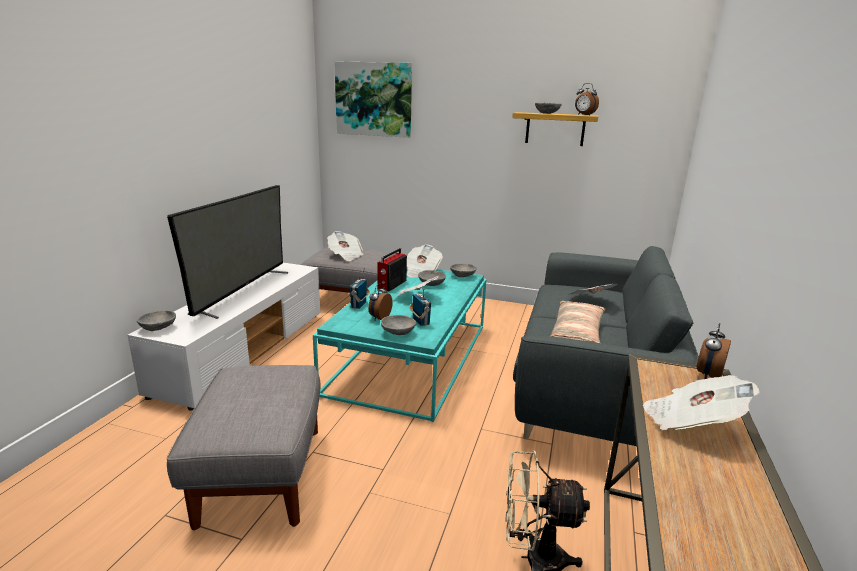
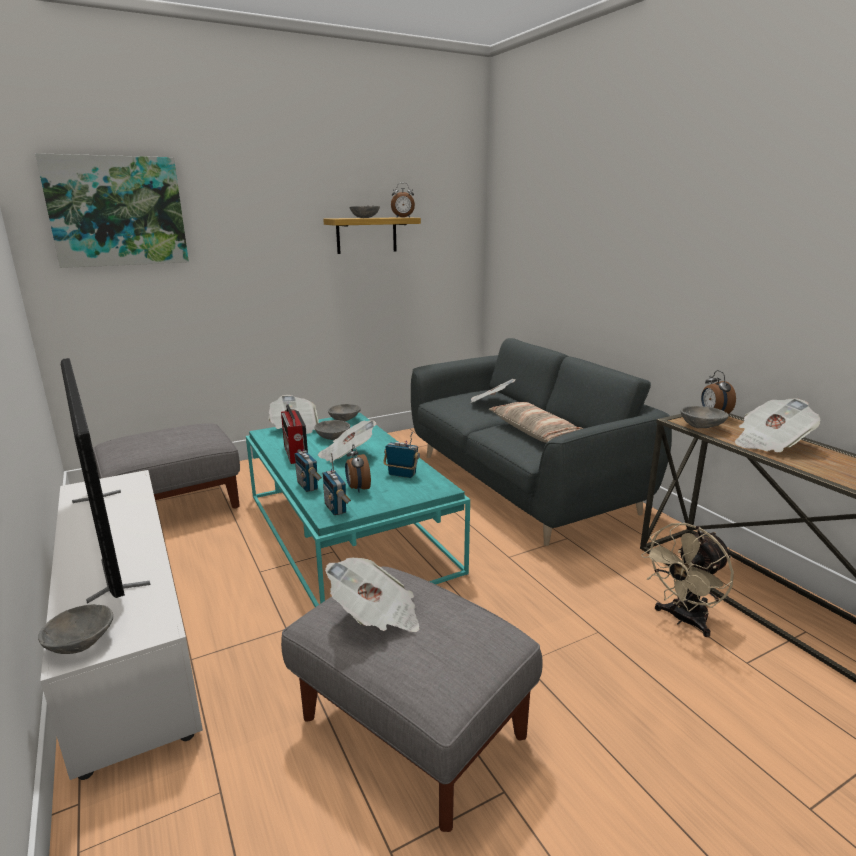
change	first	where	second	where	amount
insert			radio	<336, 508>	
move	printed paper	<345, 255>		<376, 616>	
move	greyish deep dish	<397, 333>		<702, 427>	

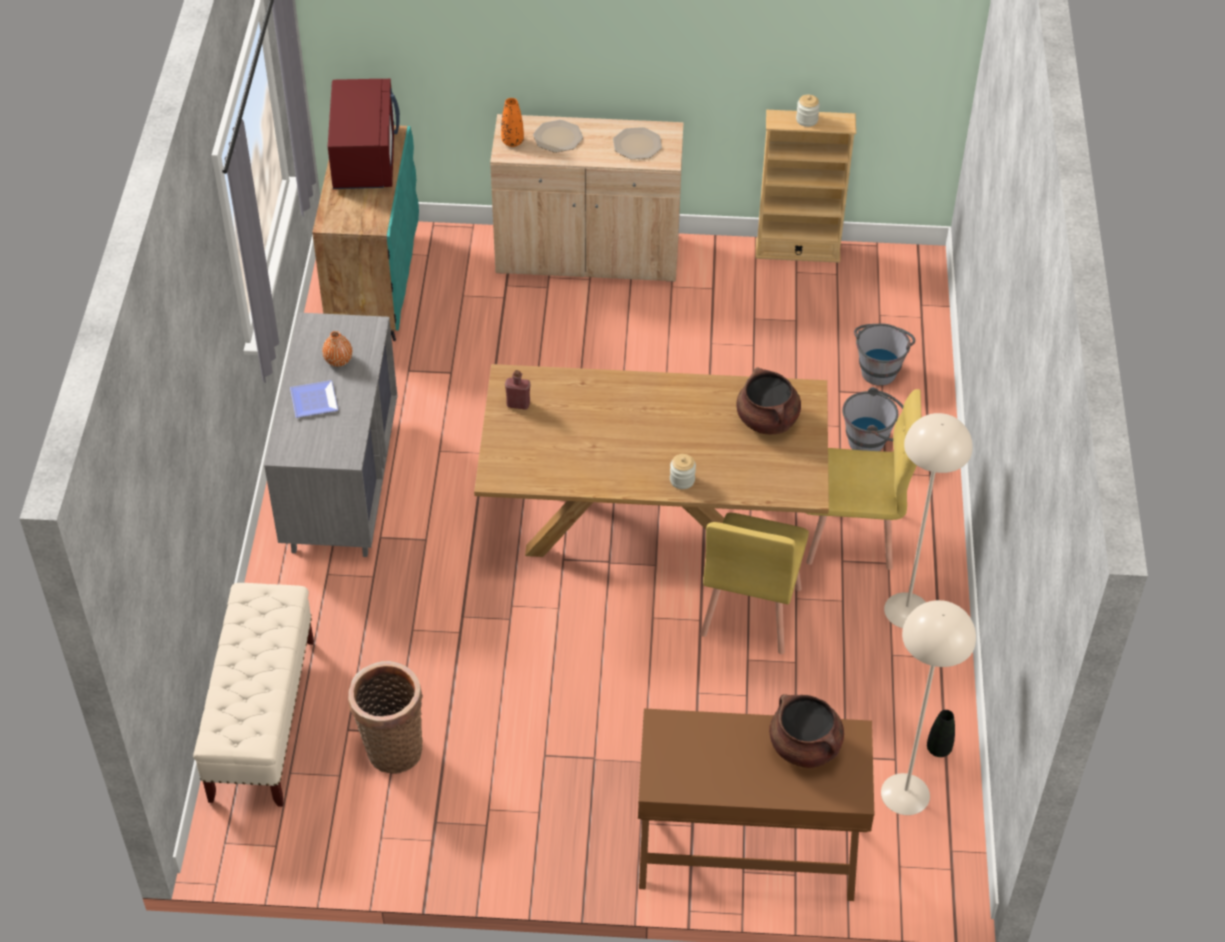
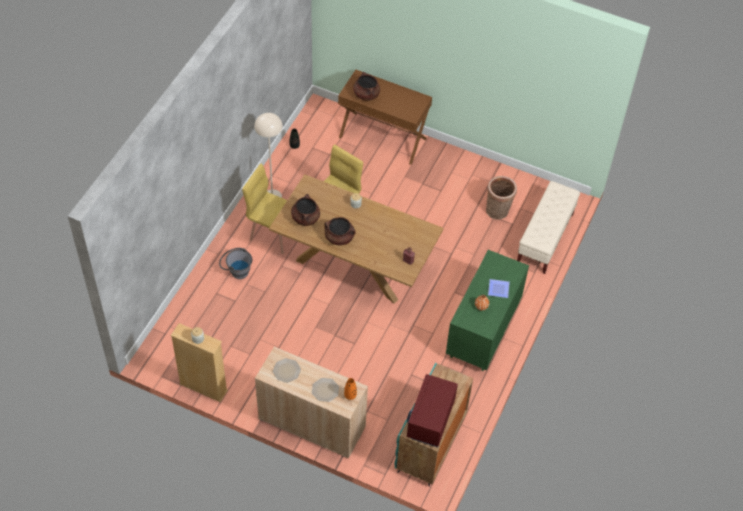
change	first	where	second	where	amount
insert			brown-coloured stockpot	<339, 238>	
recolor	greyish drawer chest	<342, 484>	green drawer chest	<483, 331>	
delete	greyish bucket	<879, 367>			
delete	sand-coloured floor lamp	<905, 794>			

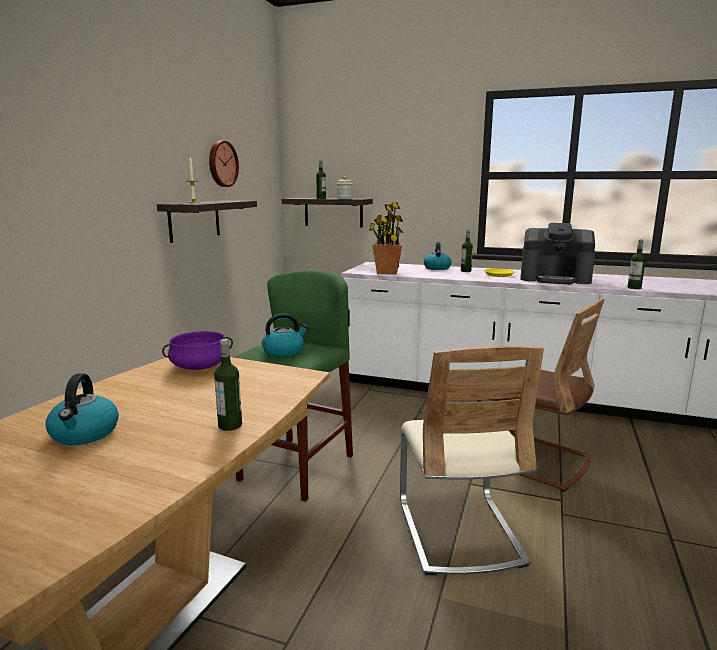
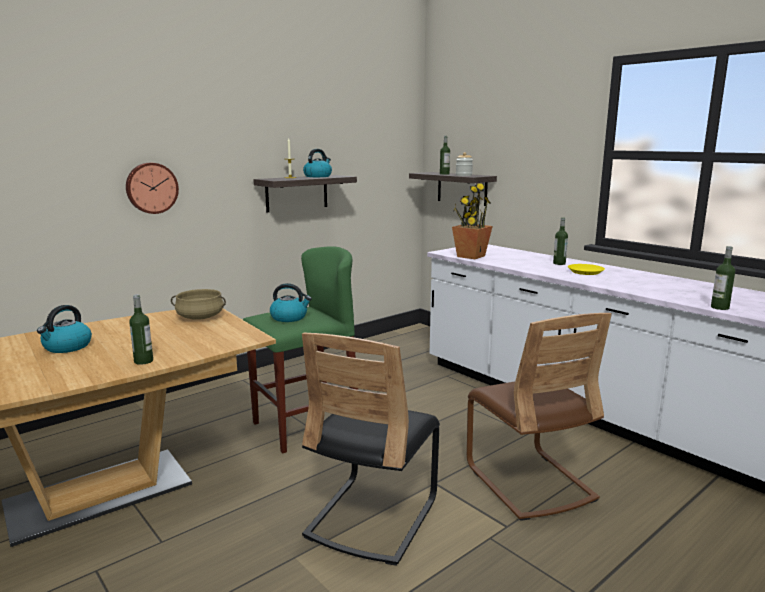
change	first	where	second	where	amount
move	clock on the wall	<222, 164>		<151, 188>	
recolor	purple-coloured stockpot	<199, 367>	sand-coloured stockpot	<200, 317>	
recolor	sand-coloured upright chair	<458, 531>	black upright chair	<372, 517>	
move	tea kettle	<437, 268>		<318, 176>	
delete	coffee brewer	<555, 279>			

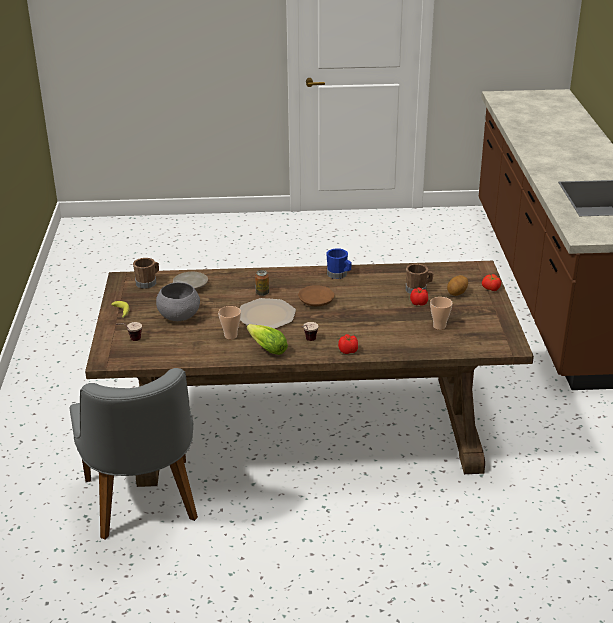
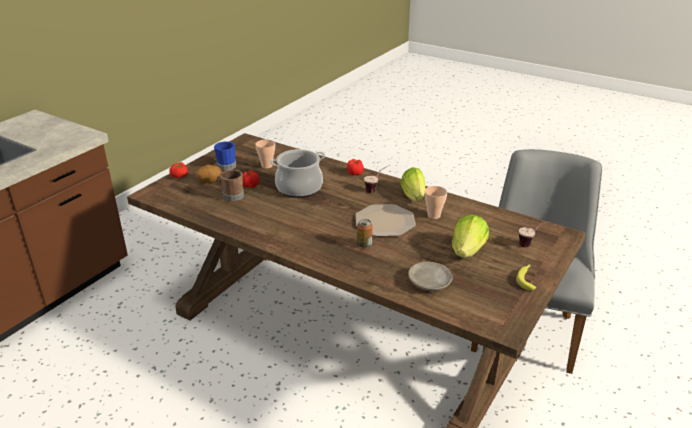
change	first	where	second	where	amount
move	bluish tea mug	<339, 275>		<226, 165>	
insert			stockpot	<299, 188>	
replace	greyish deep dish	<178, 317>	lettuce head	<468, 251>	
delete	brown-coloured tea mug	<148, 282>			
delete	brown-coloured plate	<316, 301>			

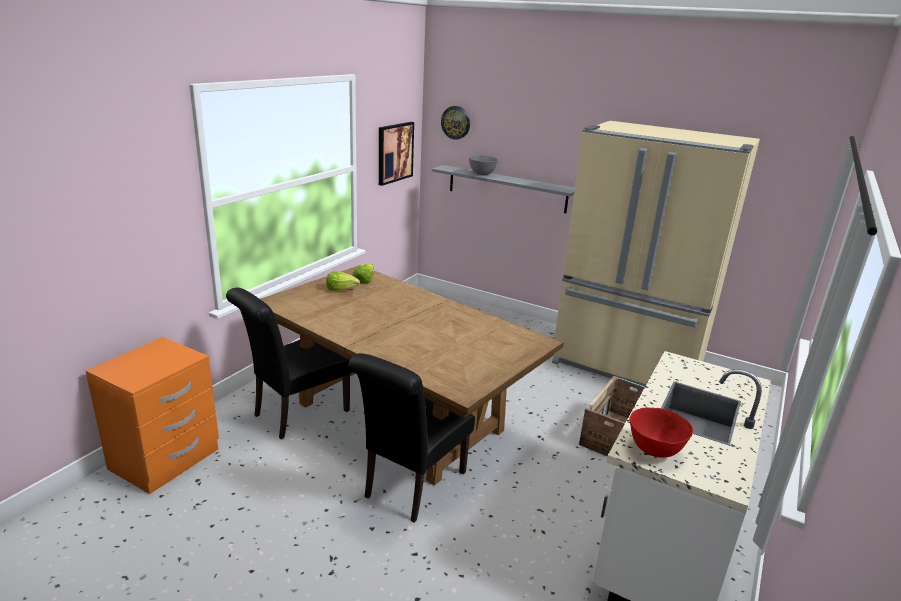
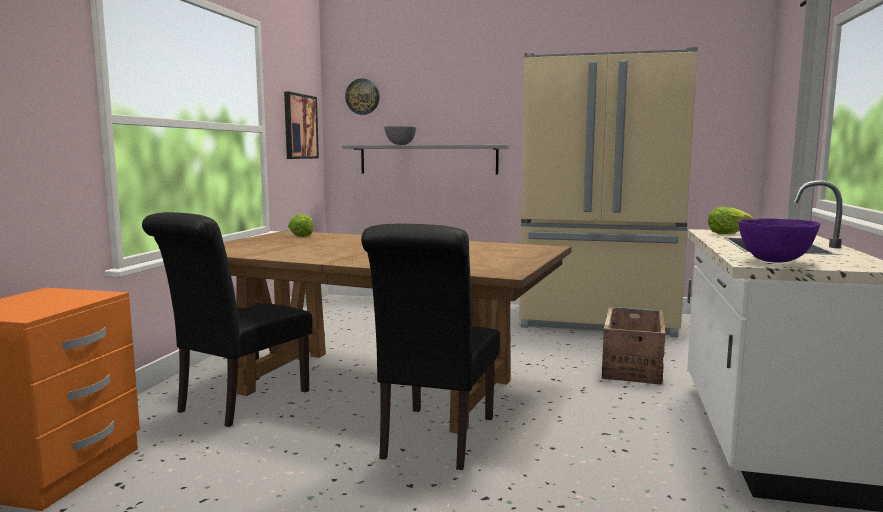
change	first	where	second	where	amount
move	lettuce head	<341, 289>		<728, 233>	
recolor	red deep dish	<654, 450>	purple-coloured deep dish	<774, 261>	

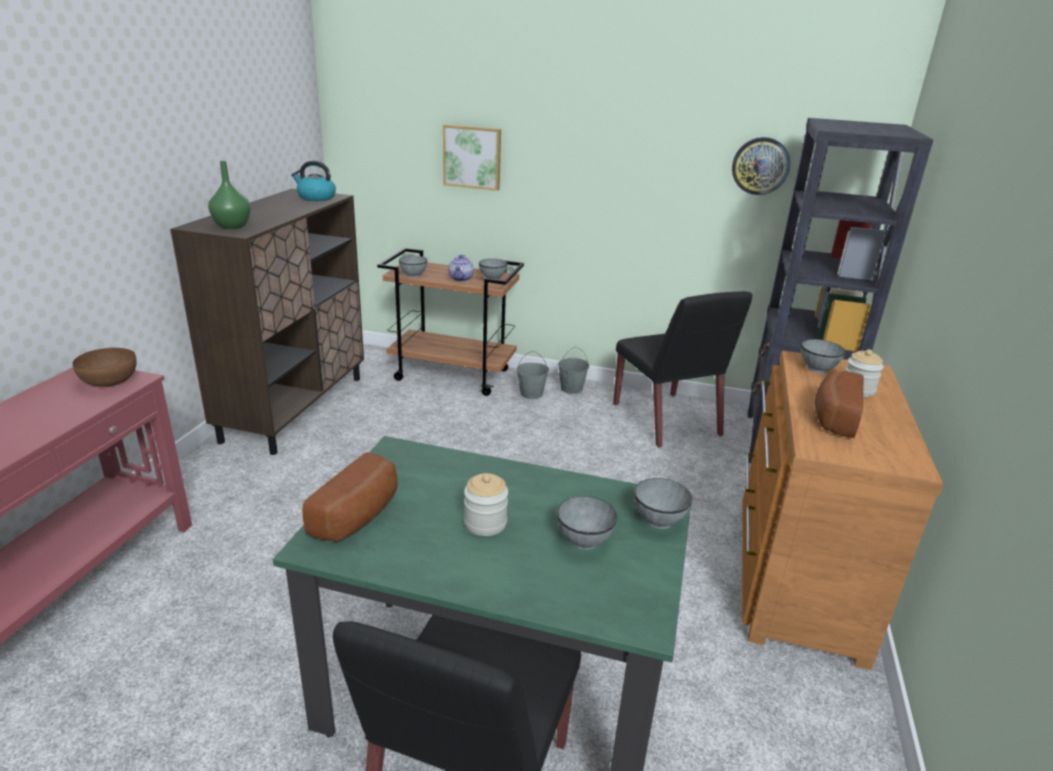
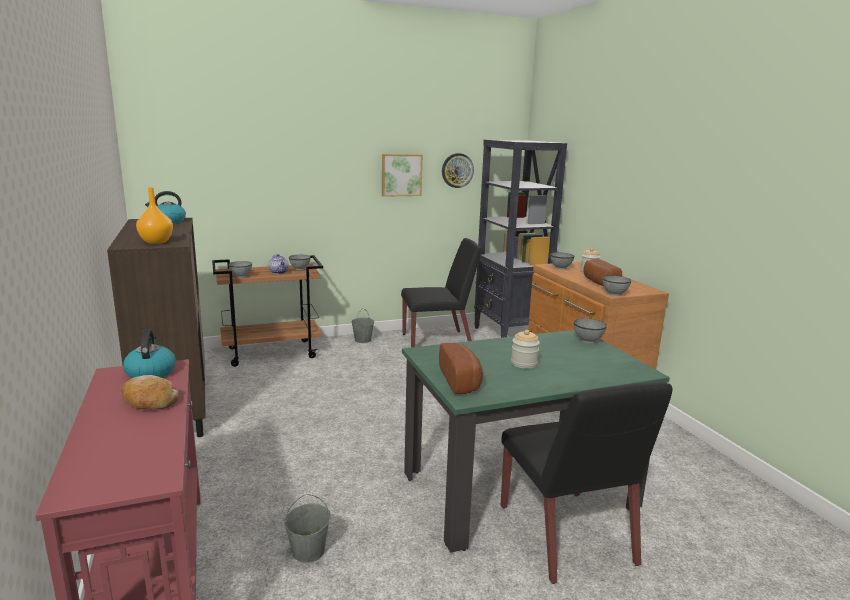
change	first	where	second	where	amount
insert			baked bread	<149, 401>	
replace	brown-coloured deep dish	<109, 381>	tea kettle	<150, 372>	
recolor	green decorative vase	<231, 226>	orange decorative vase	<156, 242>	
move	greyish bucket	<531, 394>		<308, 551>	
move	wall art	<472, 157>		<401, 175>	
rotate	black upright chair	<667, 420>		<437, 341>	45 degrees counterclockwise
move	greyish deep dish	<584, 541>		<615, 294>	

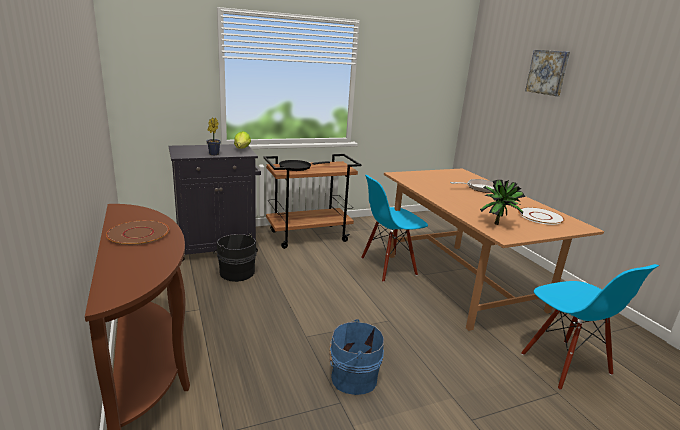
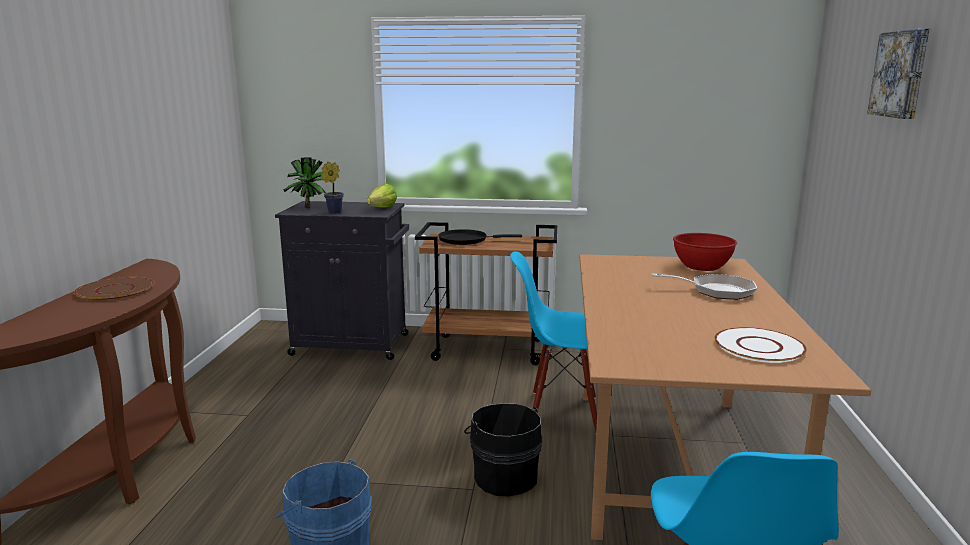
change	first	where	second	where	amount
move	potted plant	<497, 223>		<311, 207>	
move	black bucket	<236, 272>		<504, 476>	
insert			red deep dish	<702, 266>	

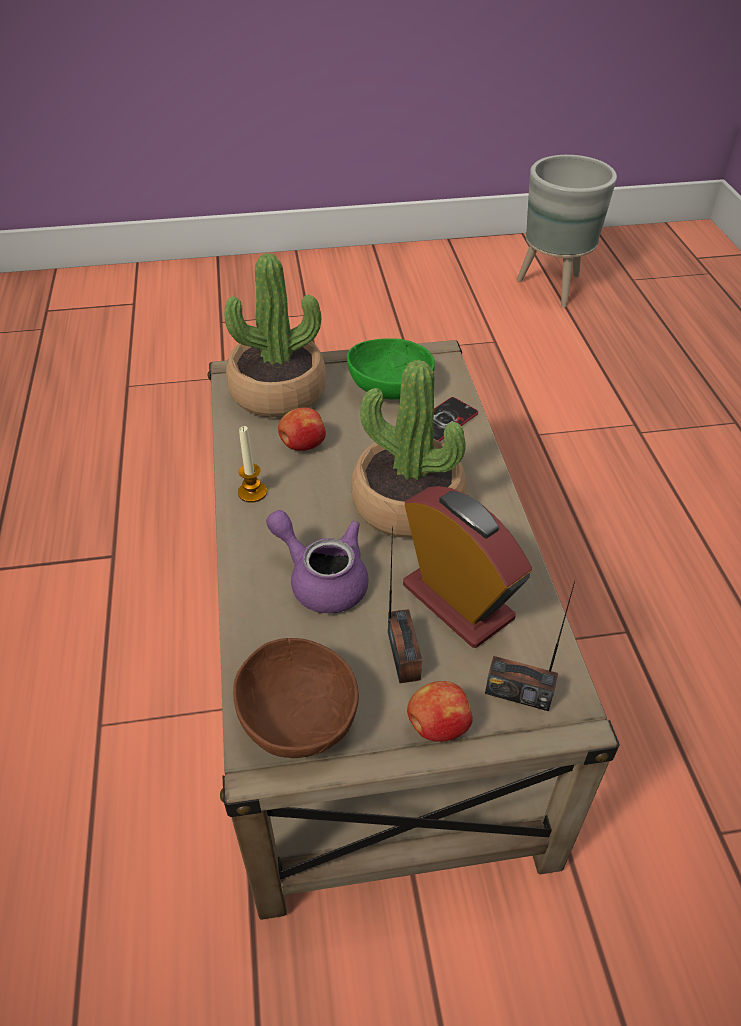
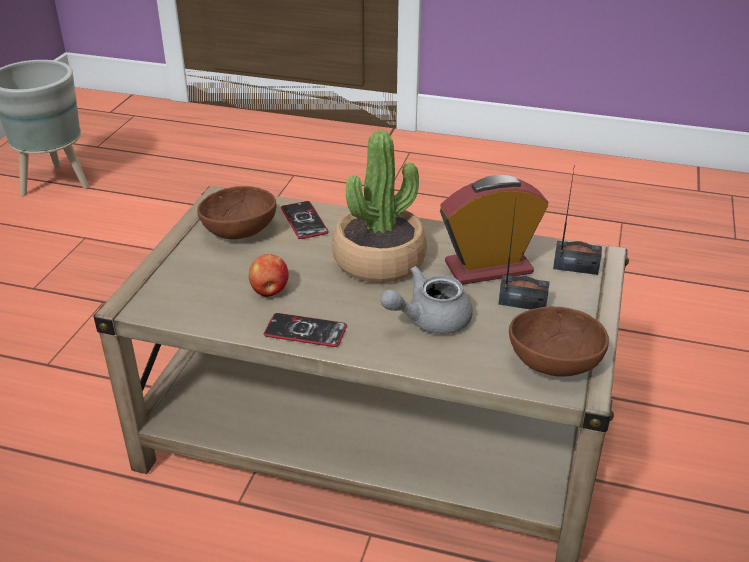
change	first	where	second	where	amount
recolor	green deep dish	<390, 387>	brown-coloured deep dish	<238, 230>	
replace	wax candle	<252, 492>	handset	<305, 331>	
recolor	purple-coloured teapot	<322, 579>	greyish teapot	<429, 320>	
rotate	radio	<518, 692>		<575, 268>	120 degrees counterclockwise
delete	potted plant	<278, 392>			
delete	whole apple	<437, 726>			

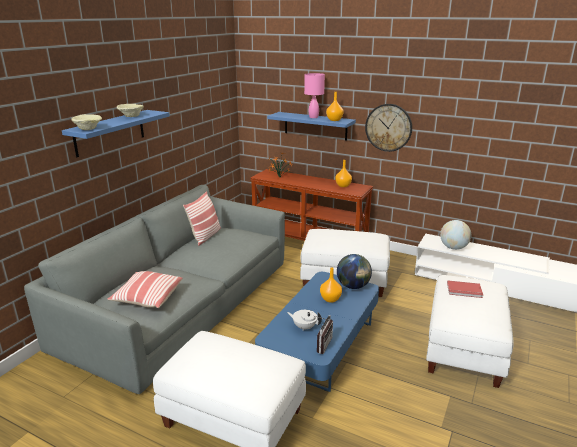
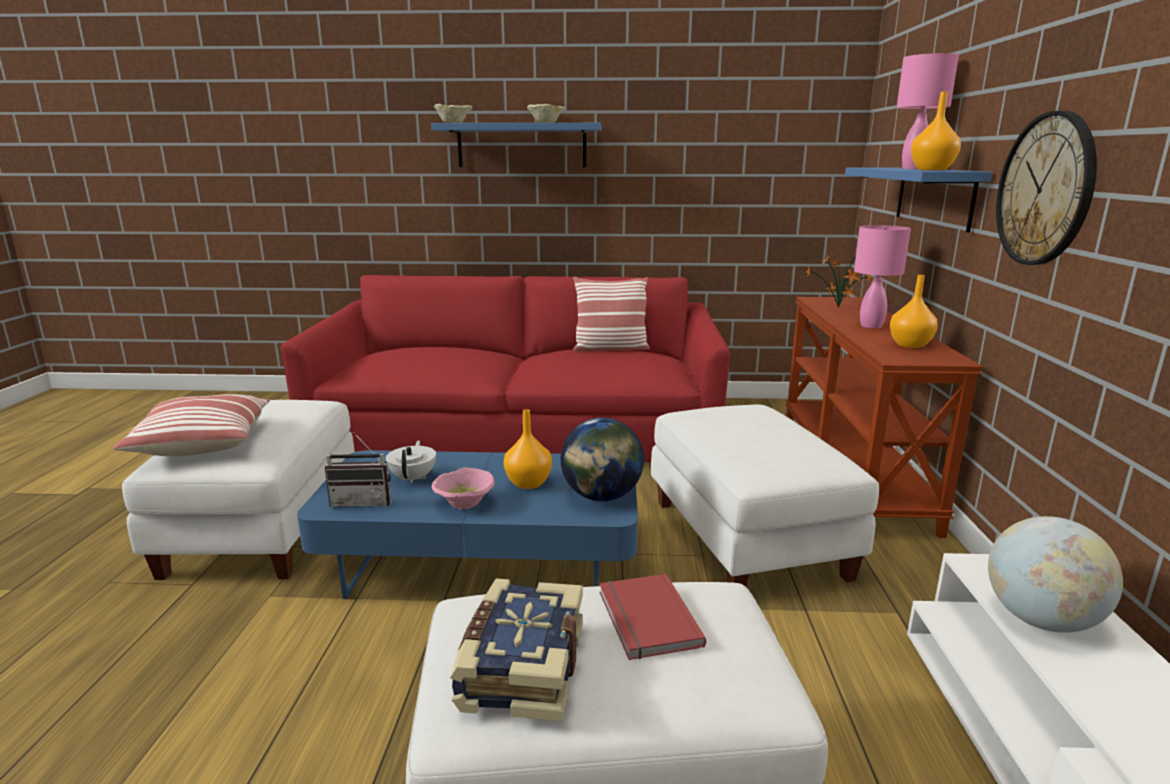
change	first	where	second	where	amount
move	cushion	<147, 298>		<202, 442>	
recolor	greyish sofa	<180, 303>	red sofa	<520, 427>	
insert			pinkish deep dish	<463, 504>	
insert			book	<520, 667>	
insert			pinkish table lamp	<870, 326>	

